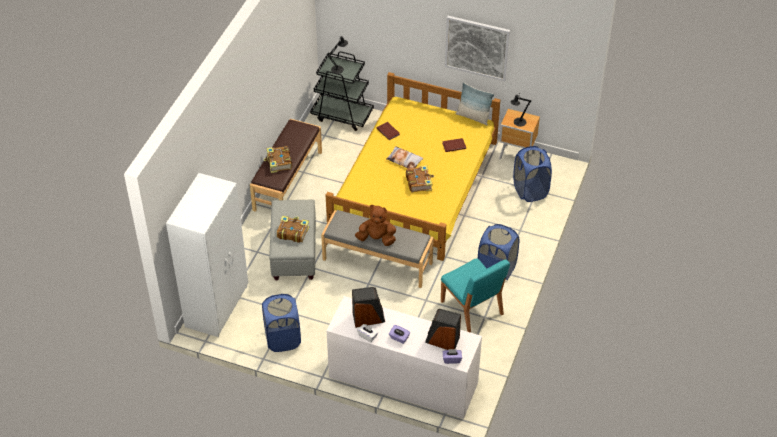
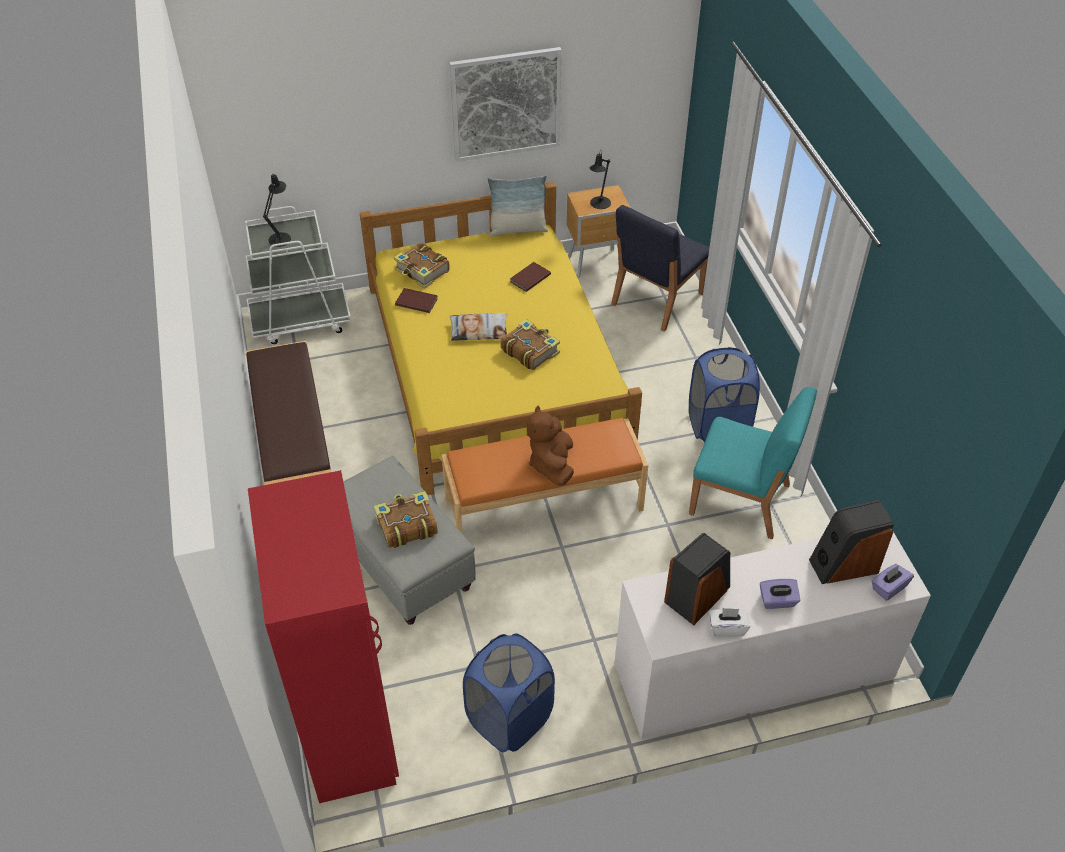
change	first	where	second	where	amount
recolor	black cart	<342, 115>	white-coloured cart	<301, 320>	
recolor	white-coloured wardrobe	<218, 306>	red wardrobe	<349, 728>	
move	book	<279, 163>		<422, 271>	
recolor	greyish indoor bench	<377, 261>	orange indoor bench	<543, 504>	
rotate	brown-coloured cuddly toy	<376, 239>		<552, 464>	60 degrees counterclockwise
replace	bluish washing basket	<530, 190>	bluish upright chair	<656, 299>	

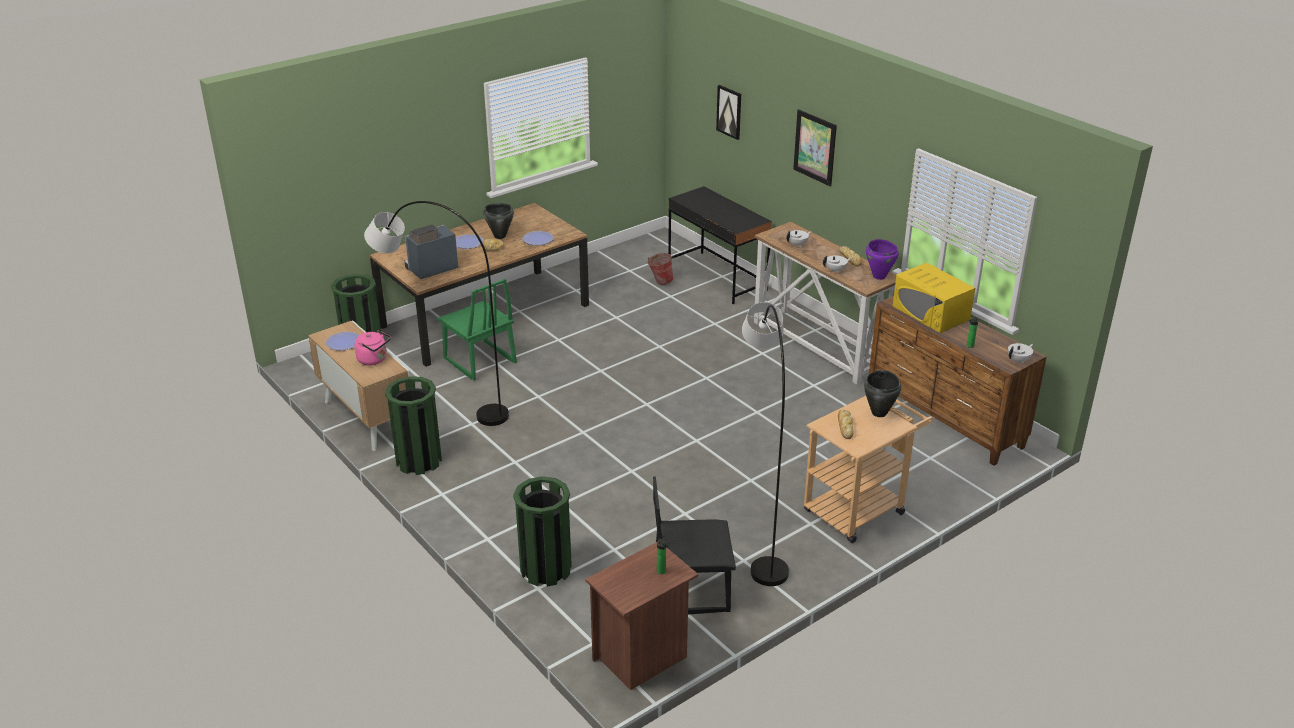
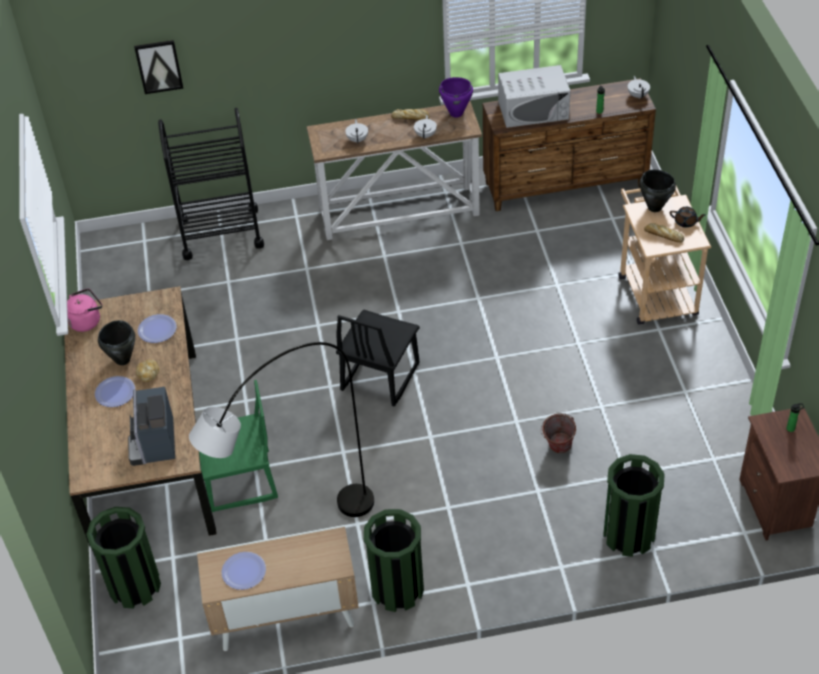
change	first	where	second	where	amount
move	pinkish tea kettle	<374, 360>		<87, 321>	
replace	black desk unit	<717, 278>	black cart	<221, 233>	
move	black upright chair	<691, 590>		<379, 377>	
recolor	yellow-coloured kitchen microwave	<931, 313>	white-coloured kitchen microwave	<533, 110>	
move	bucket	<660, 281>		<557, 448>	
insert			brown-coloured teapot	<686, 222>	
delete	greyish floor lamp	<760, 526>			
delete	wall art	<815, 147>			

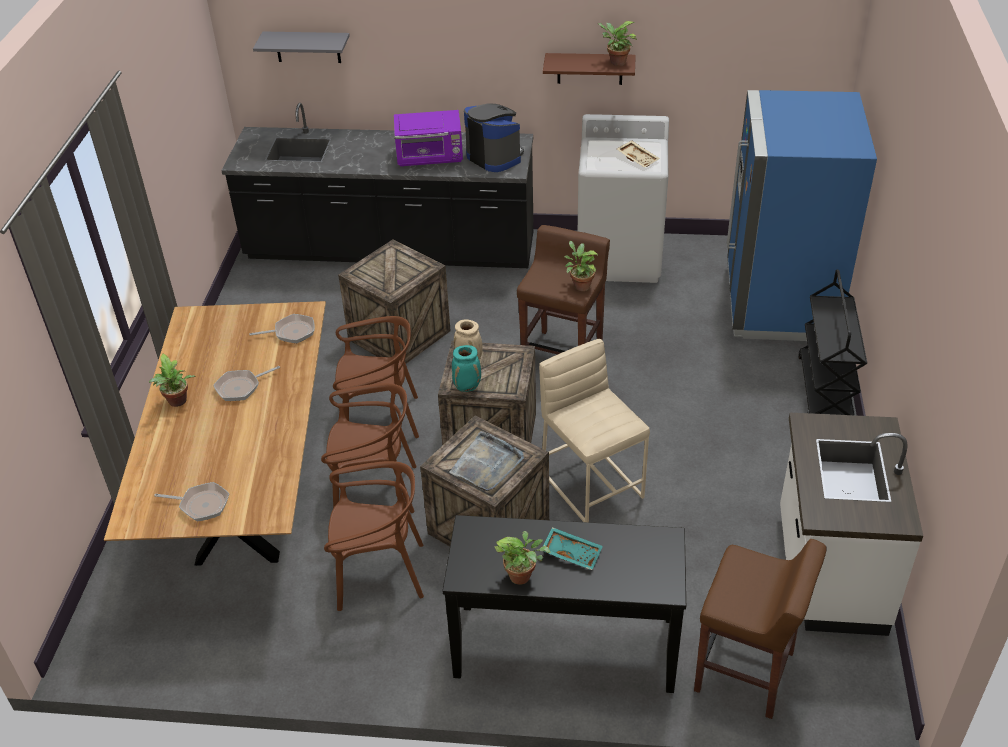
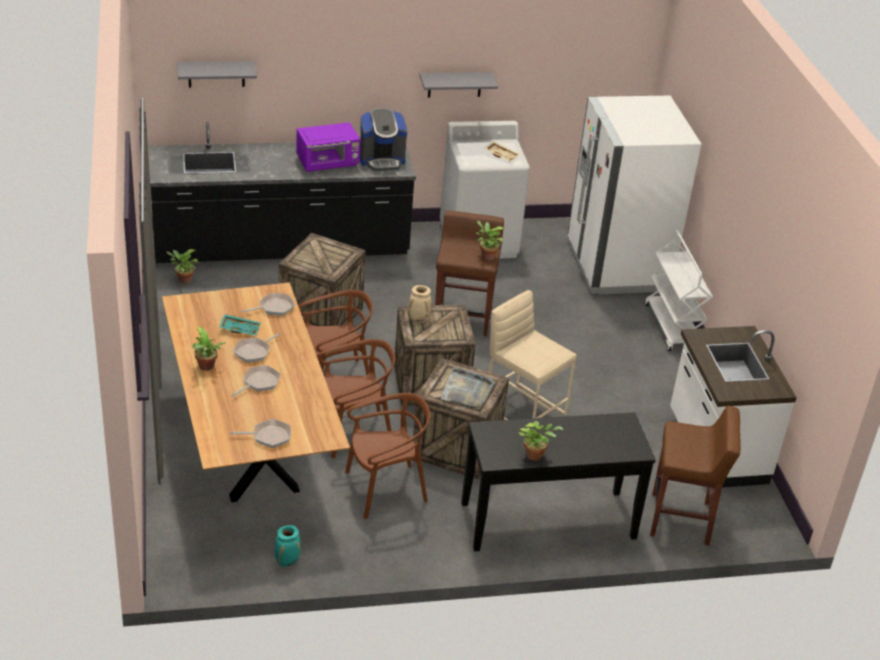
change	first	where	second	where	amount
move	potted plant	<616, 62>		<183, 280>	
move	turquoise-coloured carrying tray	<572, 552>		<240, 329>	
insert			pan	<259, 383>	
move	turquoise-coloured decorative vase	<467, 387>		<287, 561>	
rotate	coffee brewer	<494, 157>		<382, 160>	135 degrees clockwise
recolor	brown-coloured shelf	<590, 68>	greyish shelf	<454, 84>	
recolor	bluish kitchen fridge	<779, 303>	white-coloured kitchen fridge	<617, 266>	
recolor	black cart	<825, 391>	white-coloured cart	<672, 327>	

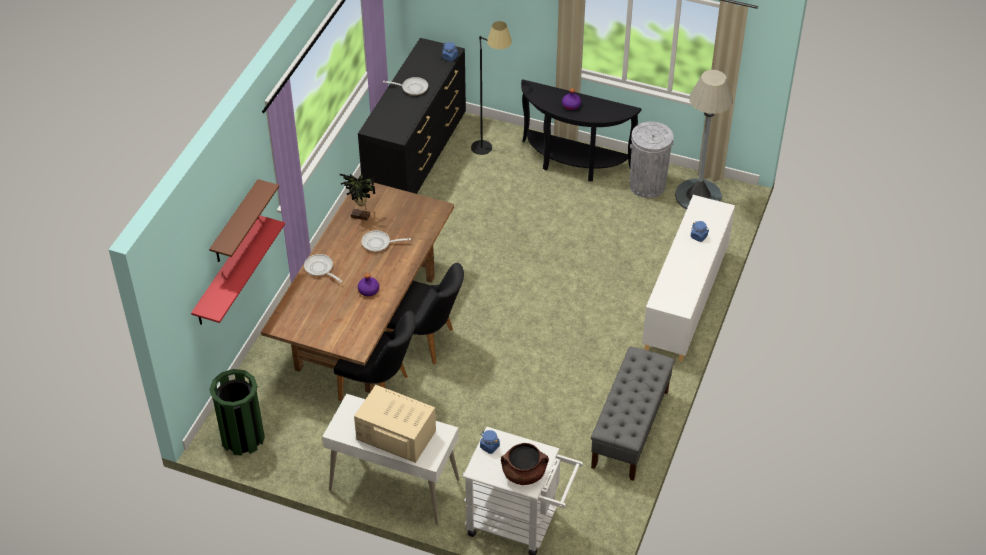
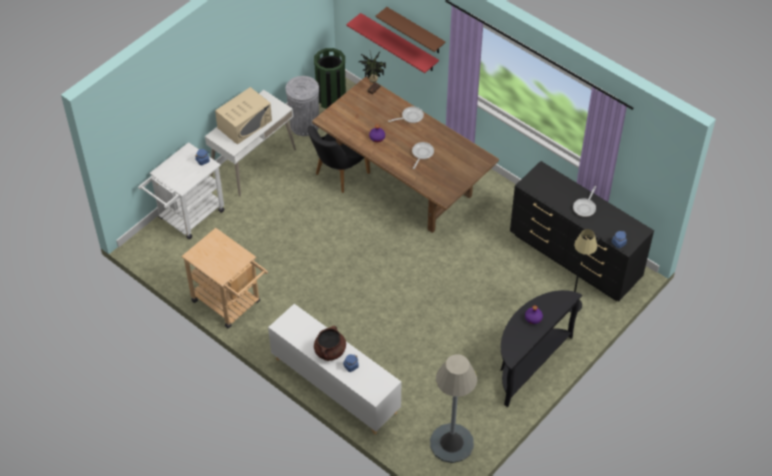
change	first	where	second	where	amount
replace	greyish indoor bench	<630, 429>	sand-coloured cart	<230, 304>	
move	greyish waste bin	<647, 185>		<304, 125>	
move	brown-coloured stockpot	<524, 473>		<330, 351>	
move	potted plant	<360, 217>		<372, 89>	
delete	black upright chair	<427, 341>			

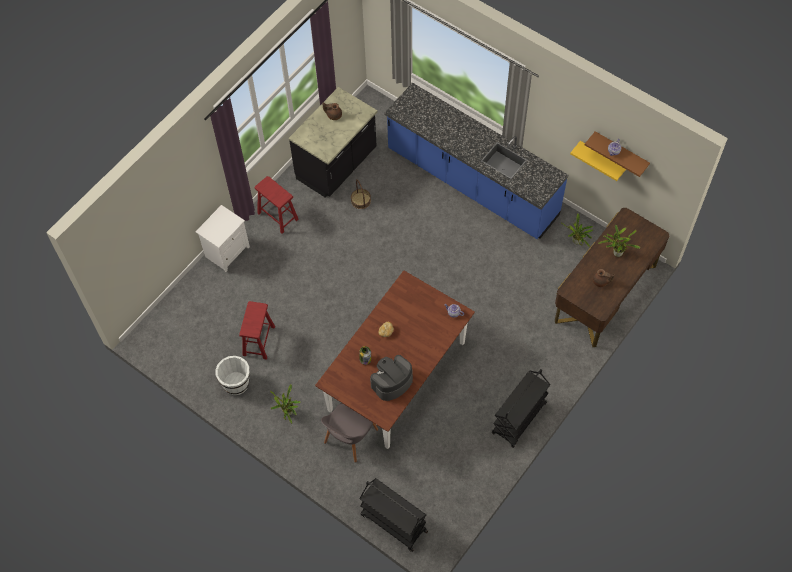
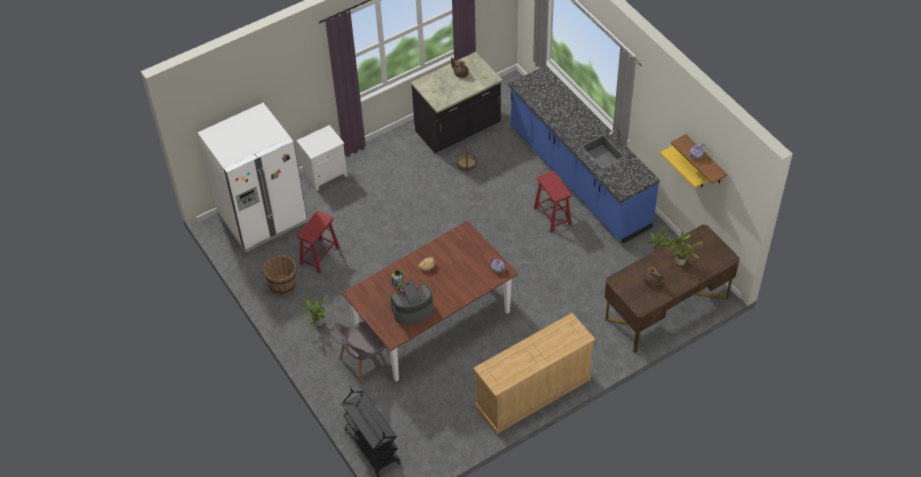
change	first	where	second	where	amount
insert			white-coloured kitchen fridge	<263, 219>	
recolor	white-coloured bucket	<236, 383>	brown-coloured bucket	<283, 285>	
replace	black cart	<519, 419>	sand-coloured drawer chest	<532, 393>	
move	red stool seat	<277, 216>		<552, 216>	

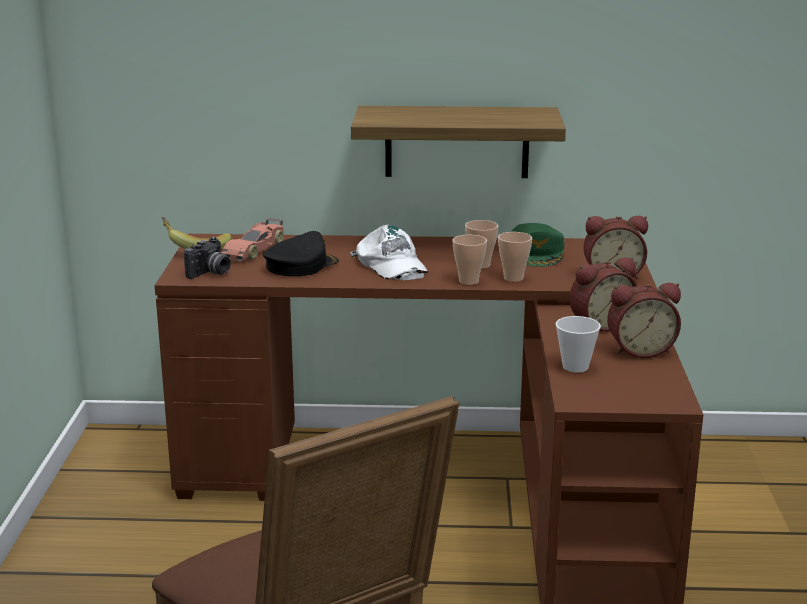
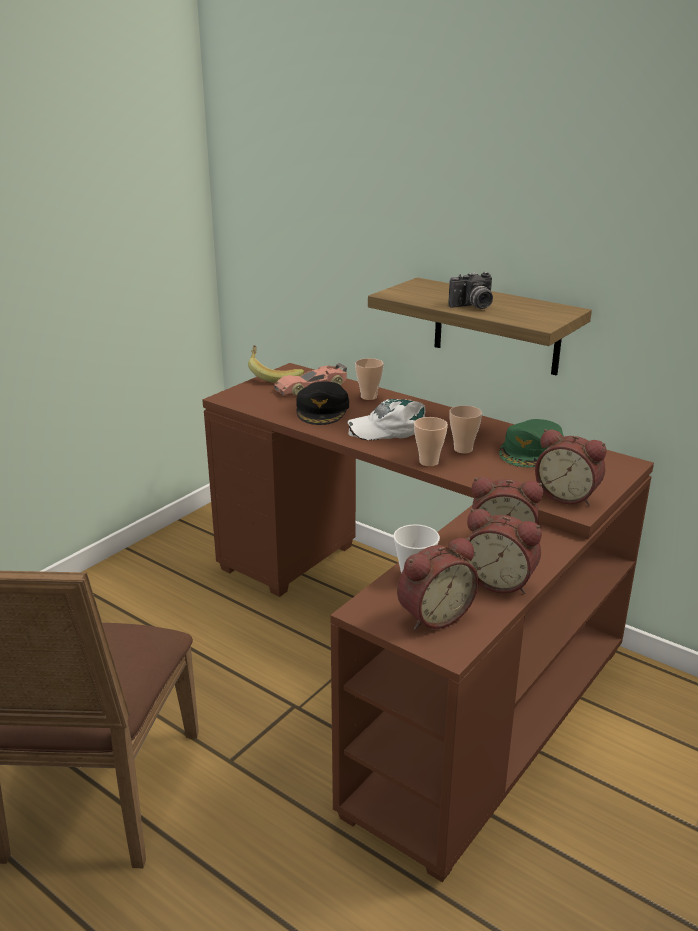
change	first	where	second	where	amount
rotate	black peaked cap	<300, 265>		<322, 410>	105 degrees clockwise
rotate	white-coloured peaked cap	<390, 265>		<390, 428>	75 degrees clockwise
move	small cup	<513, 278>		<369, 397>	
insert			alarm clock	<433, 615>	
move	photo camera	<210, 273>		<473, 306>	

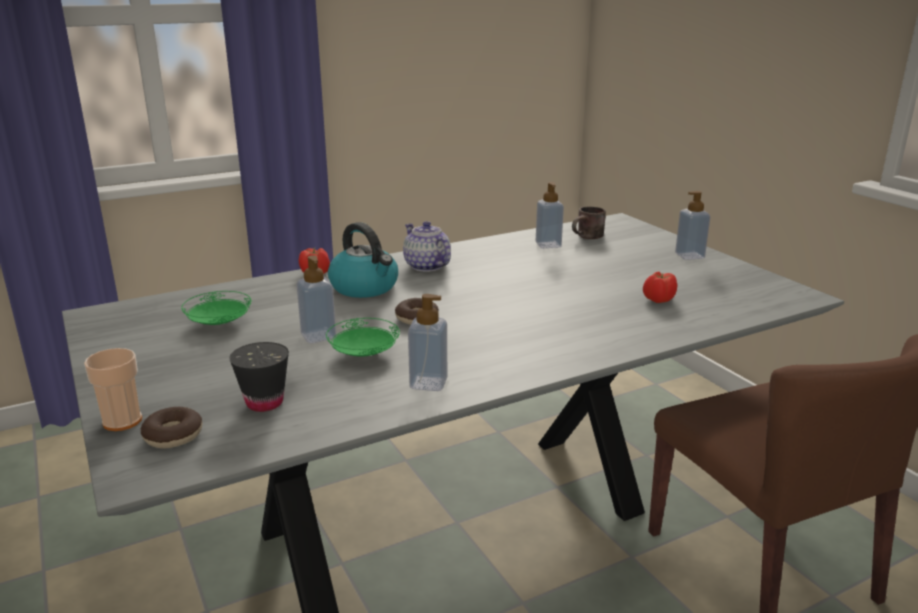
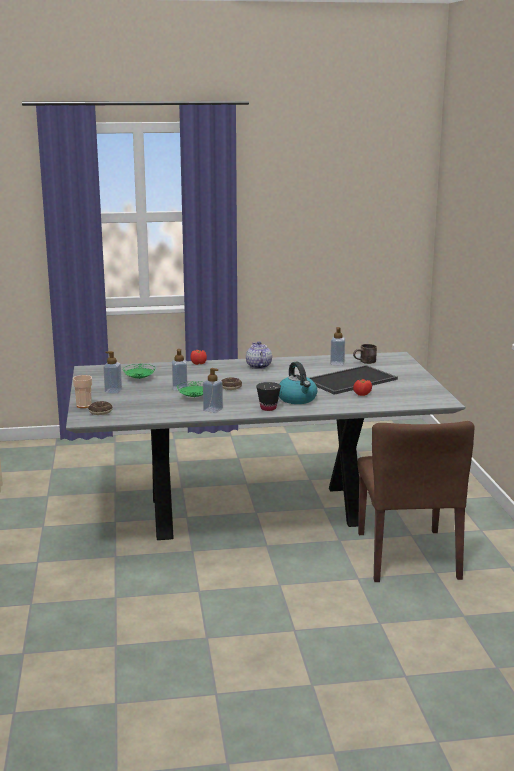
change	first	where	second	where	amount
move	liquid soap bottle	<689, 256>		<113, 391>	
move	black small cup	<264, 403>		<268, 408>	
move	tea kettle	<365, 287>		<297, 399>	
insert			carrying tray	<351, 381>	

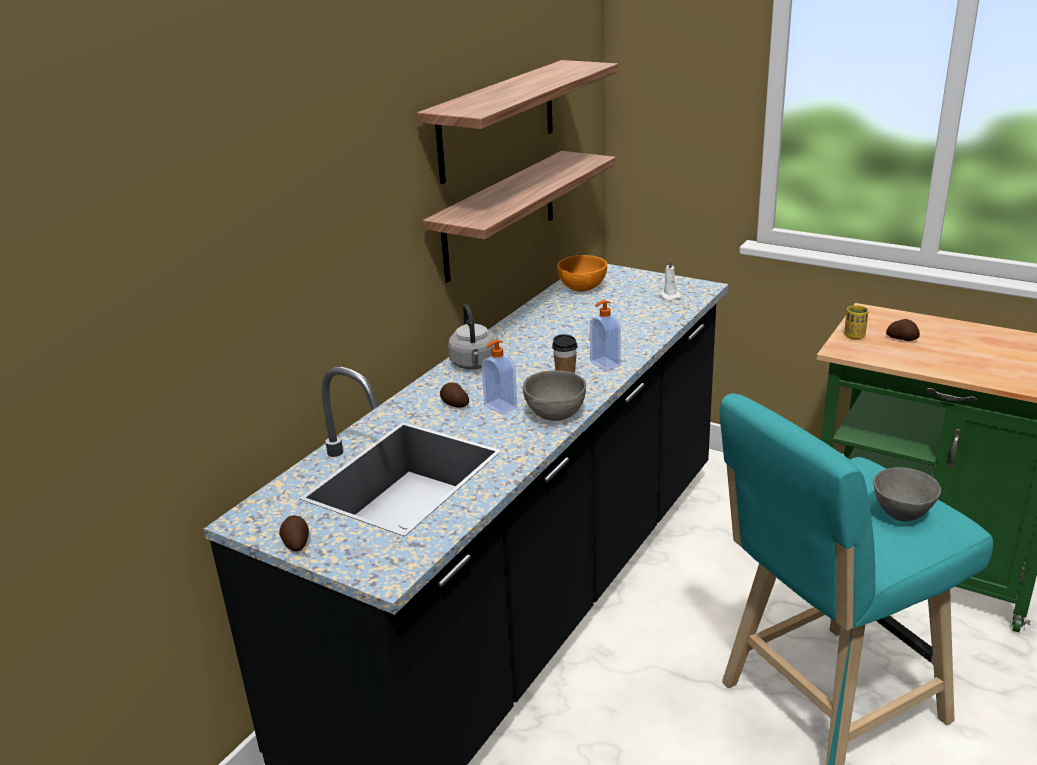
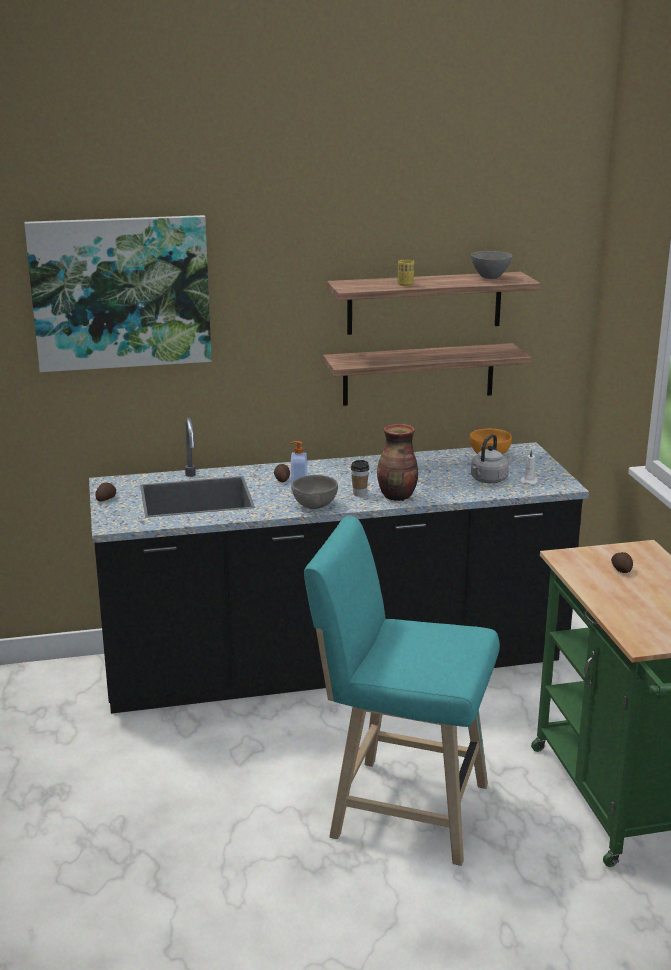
change	first	where	second	where	amount
insert			wall art	<121, 293>	
replace	liquid soap bottle	<604, 364>	decorative vase	<397, 496>	
move	yellow-coloured small cup	<854, 336>		<405, 284>	
move	greyish deep dish	<902, 515>		<490, 277>	
move	greyish tea kettle	<474, 364>		<487, 480>	

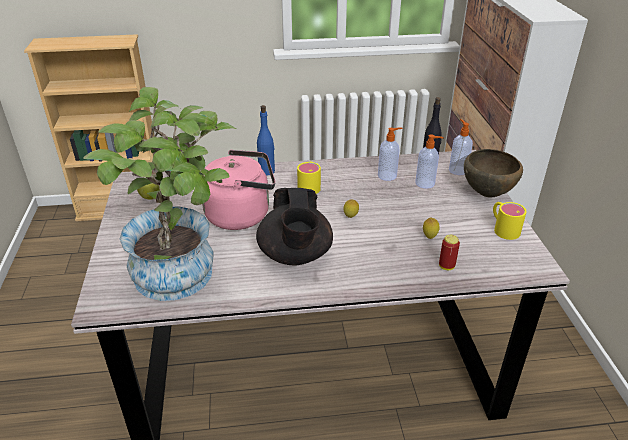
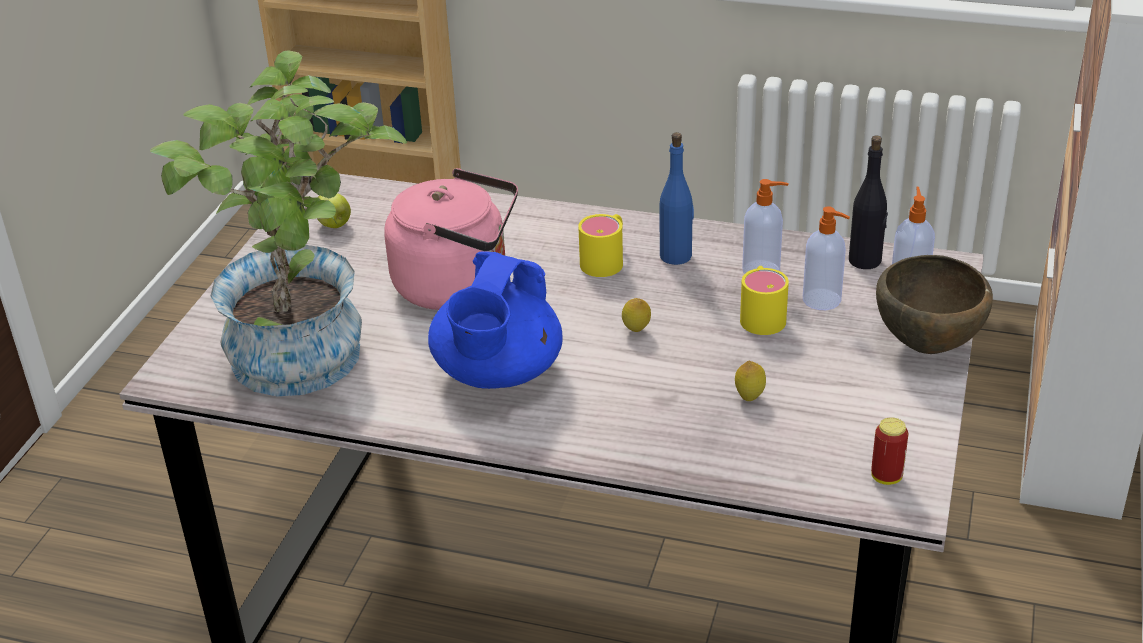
change	first	where	second	where	amount
recolor	black teapot	<295, 256>	bluish teapot	<497, 374>	
move	bluish bottle	<267, 171>		<676, 256>	
move	yellow-coloured tea mug	<503, 228>		<761, 314>	
move	sealed can	<446, 266>		<886, 477>	

